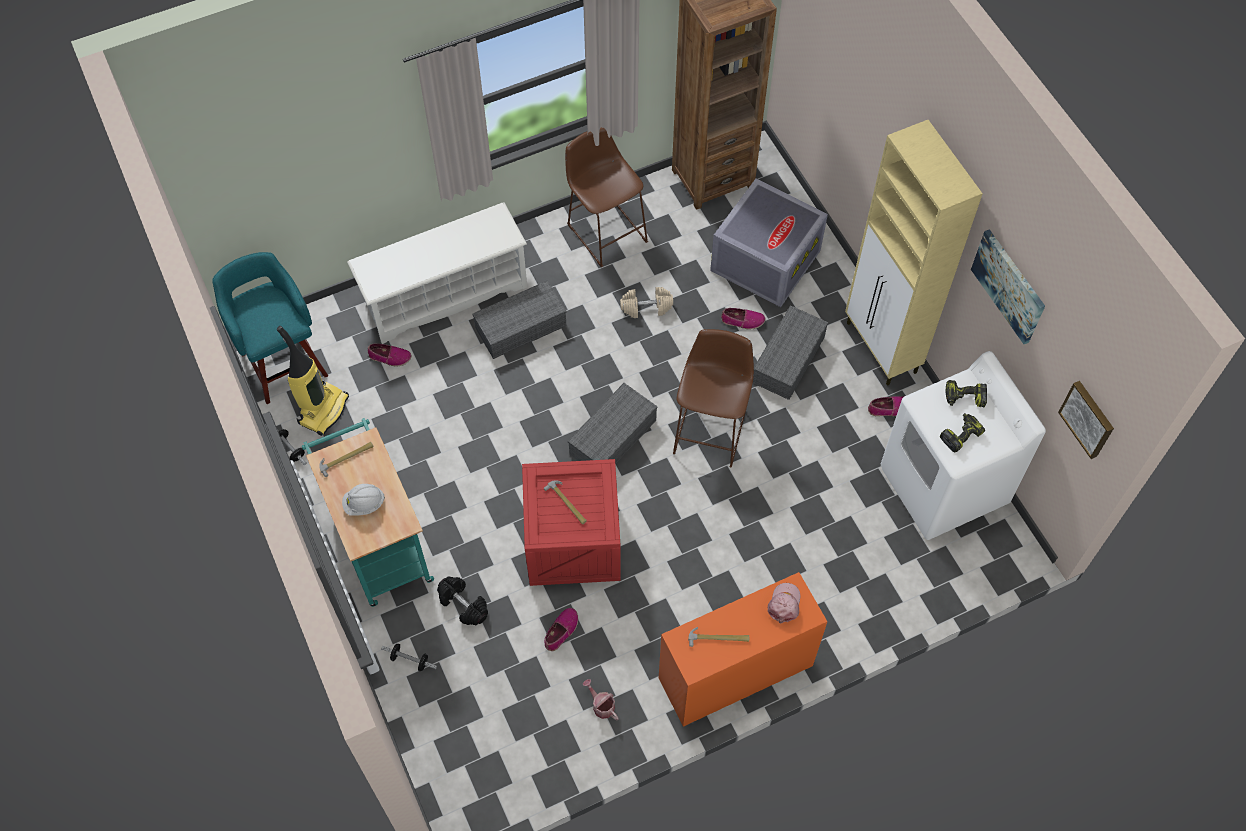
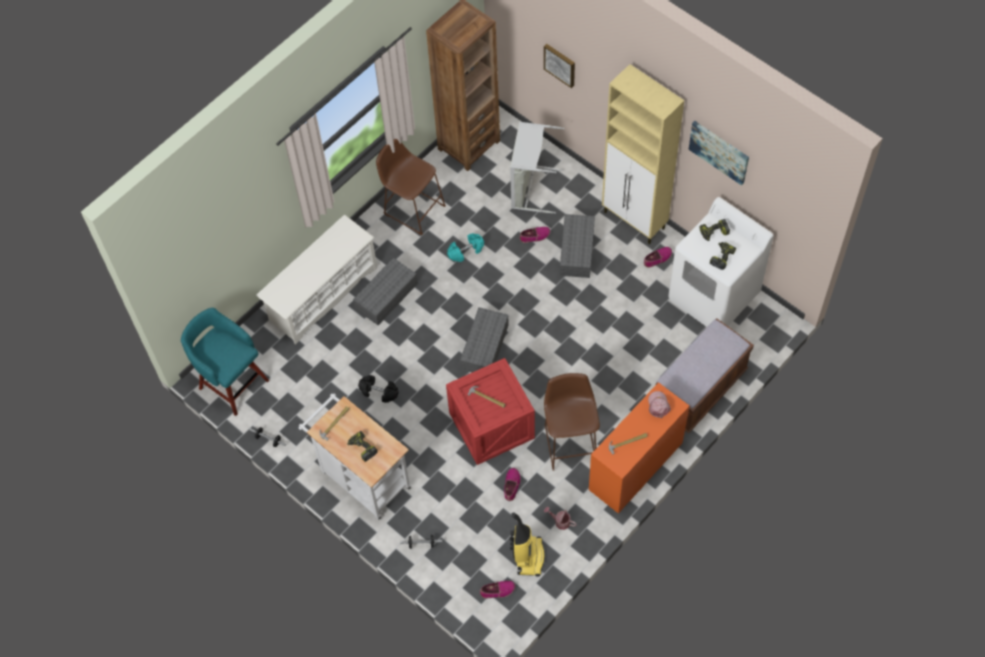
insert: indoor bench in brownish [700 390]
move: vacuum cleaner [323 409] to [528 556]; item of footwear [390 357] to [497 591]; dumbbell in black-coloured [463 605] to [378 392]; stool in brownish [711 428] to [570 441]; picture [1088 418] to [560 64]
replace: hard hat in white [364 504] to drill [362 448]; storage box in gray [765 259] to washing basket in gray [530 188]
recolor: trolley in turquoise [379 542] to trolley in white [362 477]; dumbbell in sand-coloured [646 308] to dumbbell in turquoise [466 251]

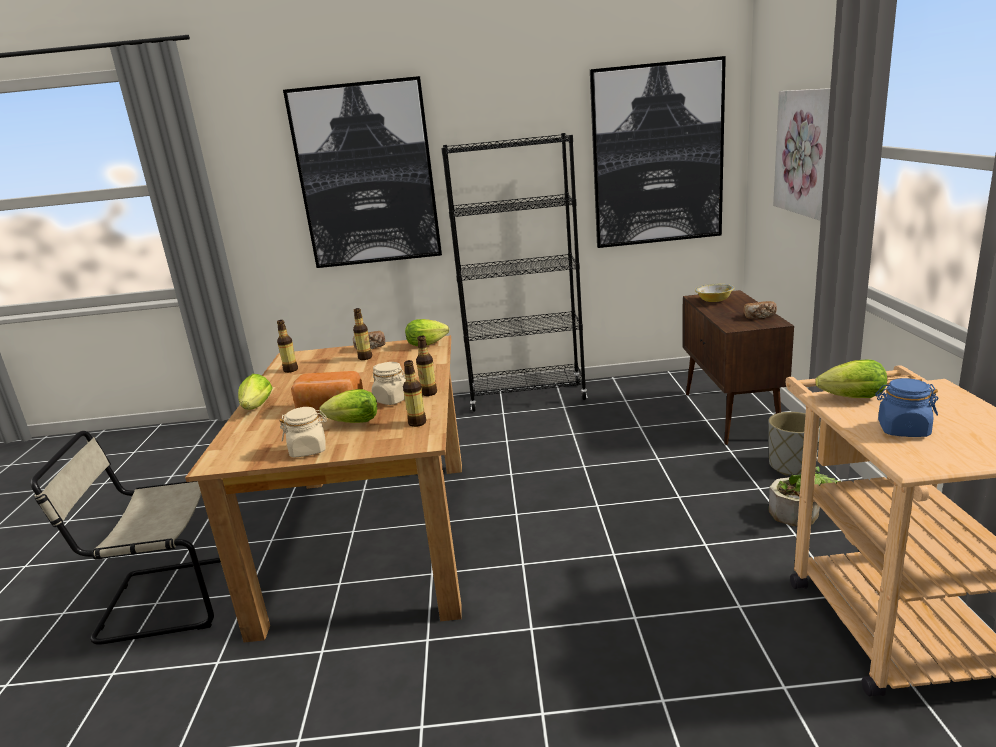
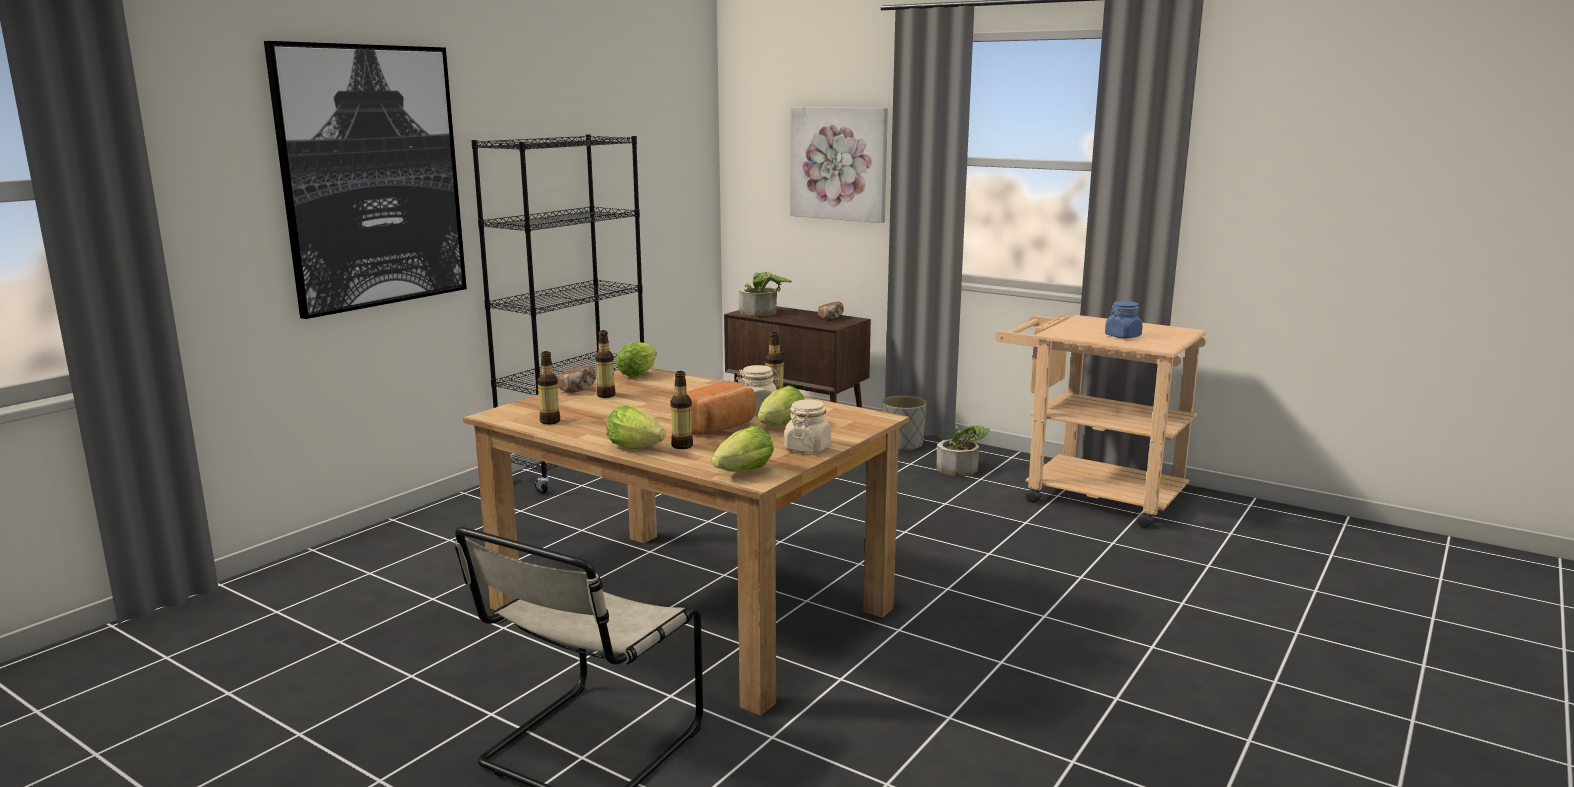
delete: picture [657 155]
move: bottle [417 423] to [682 446]; lettuce [848 398] to [741 473]
replace: bowl [714 300] to potted plant [763 313]

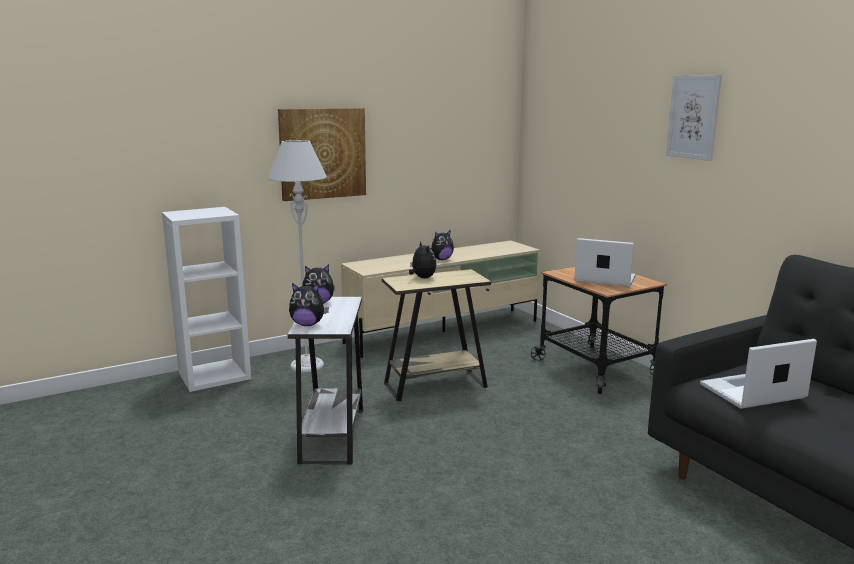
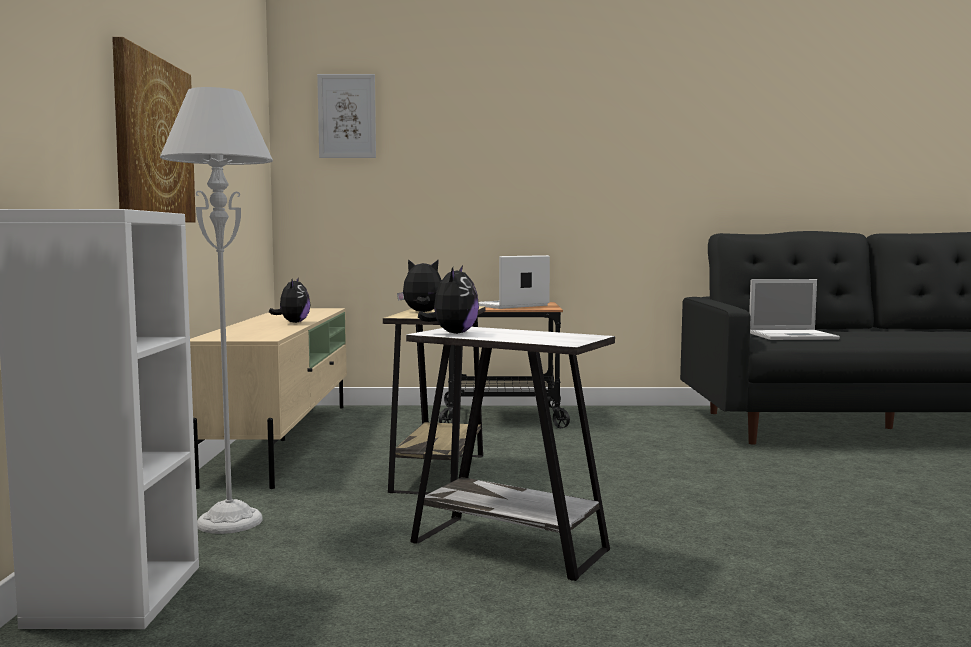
delete: soft toy [308 324]
move: picture [693 117] to [347 116]
rotate: portable computer [751 392] = [794 336] 105 degrees counterclockwise

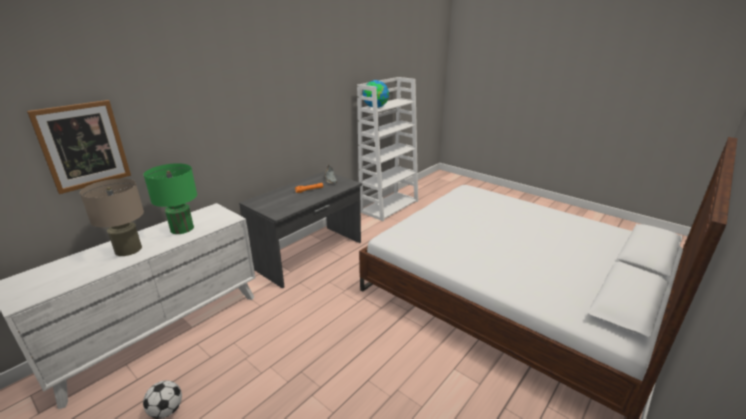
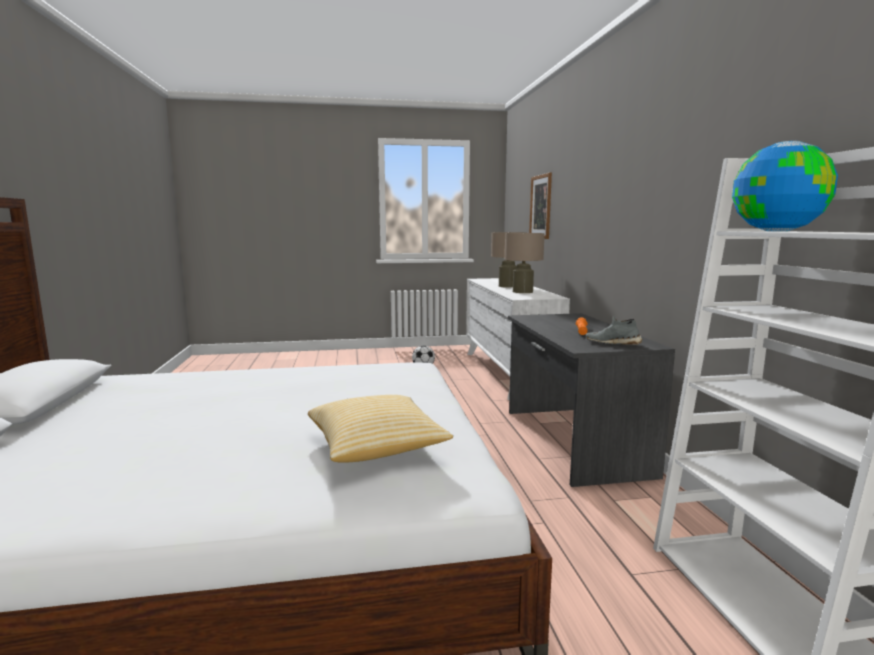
insert: cushion [377 447]
recolor: table lamp in greenish [182 228] to table lamp in sand-coloured [522 291]

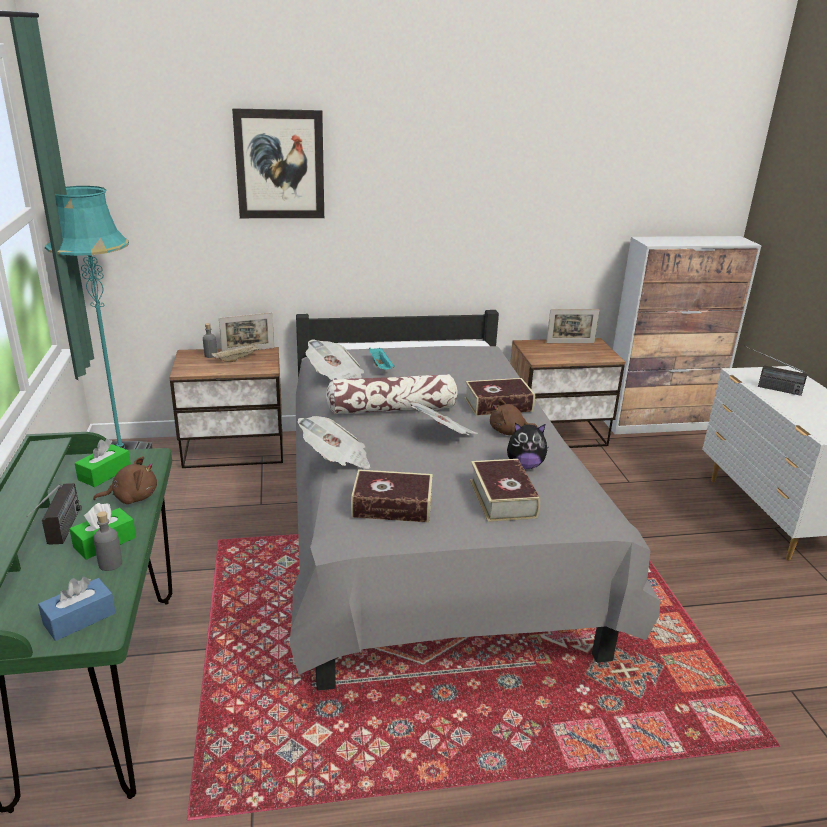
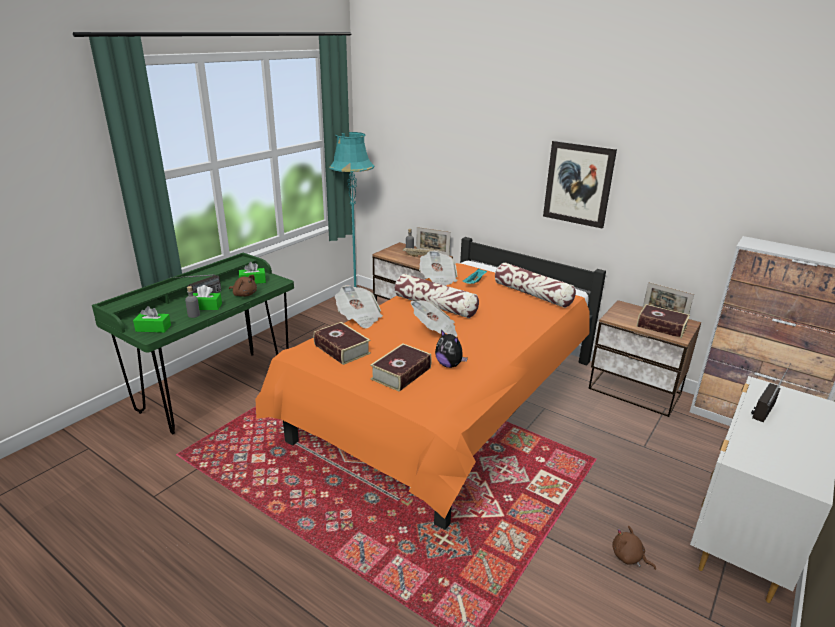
insert: cushion [532 294]
move: picture [280 164] to [578 184]; volume [498 404] to [661 326]; soft toy in brownish [509 432] to [629 557]
recolor: box of tissues in blue-coloured [79 618] to box of tissues in greenish [153 328]; bedroom bed in gray [426 533] to bedroom bed in orange-coloured [447 403]
rotate: radio receiver [767 387] = [765 405] 60 degrees clockwise

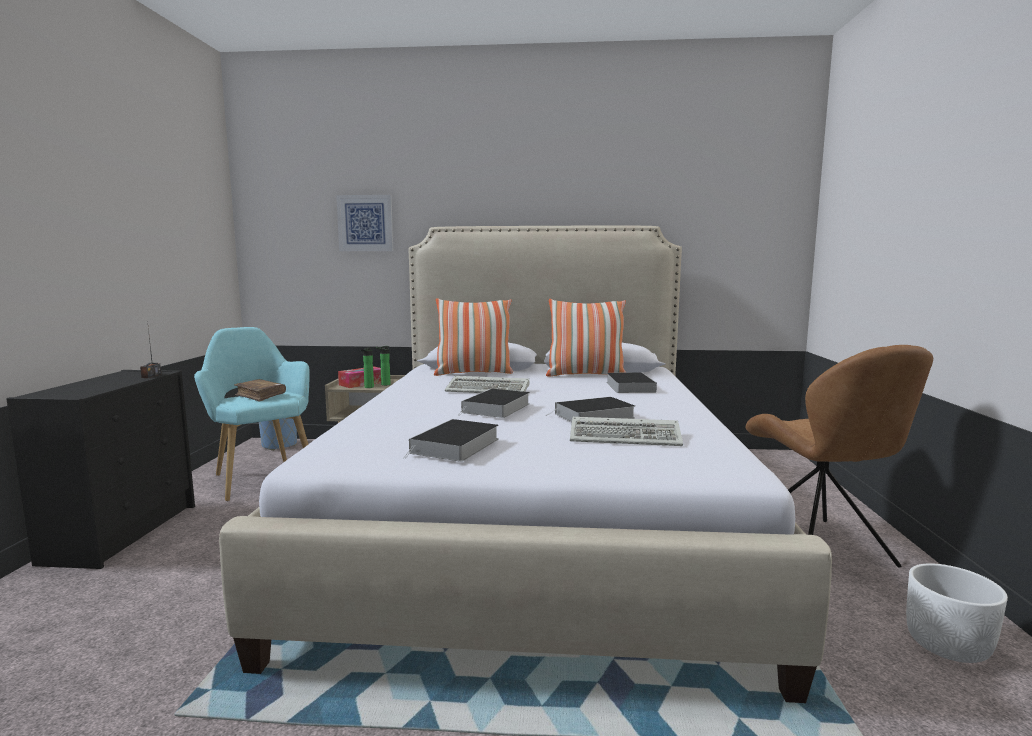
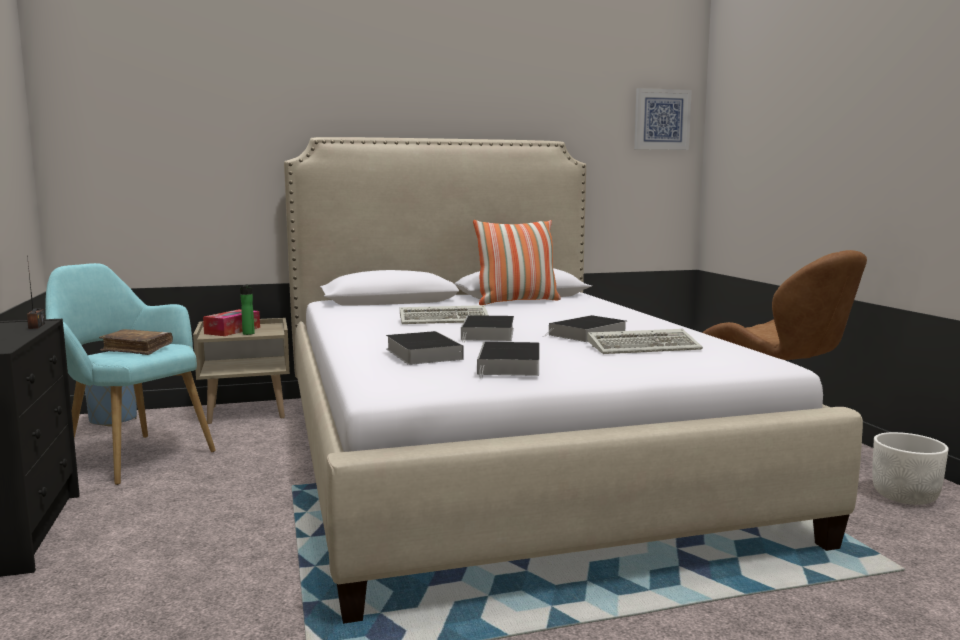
delete: bottle [384 384]; cushion [473 373]
move: picture [365 223] to [661 119]; volume [629 386] to [421 353]

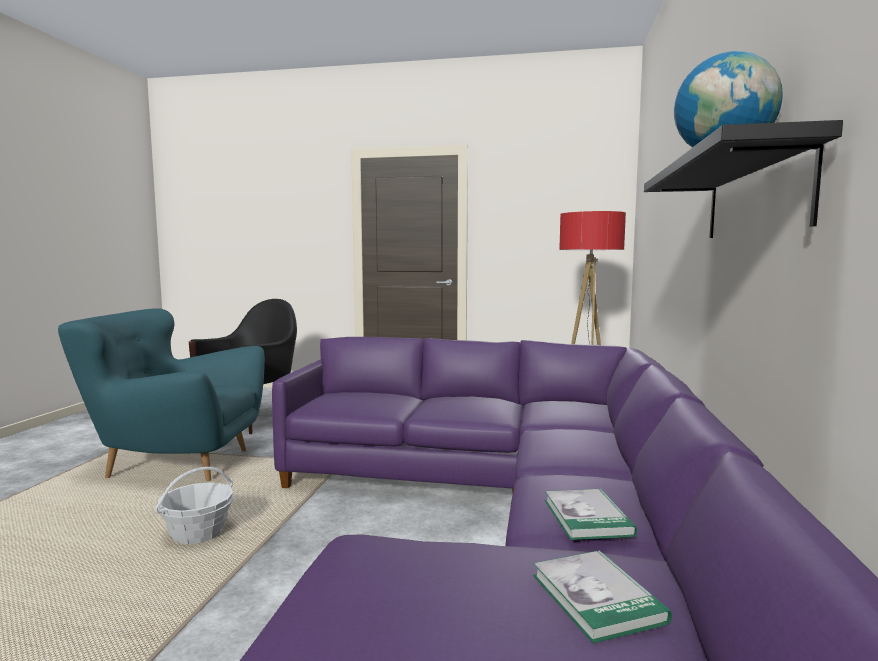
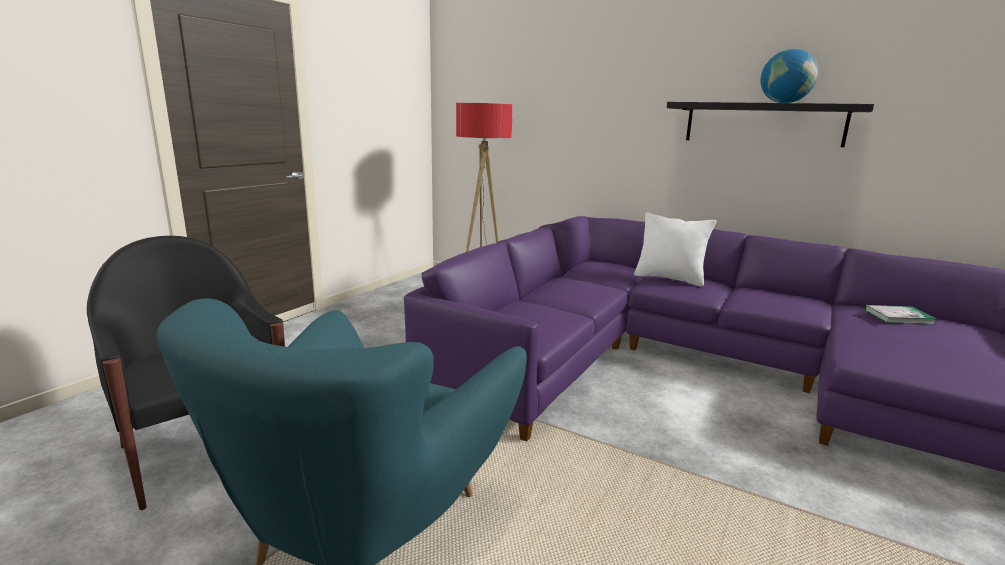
delete: household basket [198 534]; volume [587 517]
insert: cushion in white [669 278]

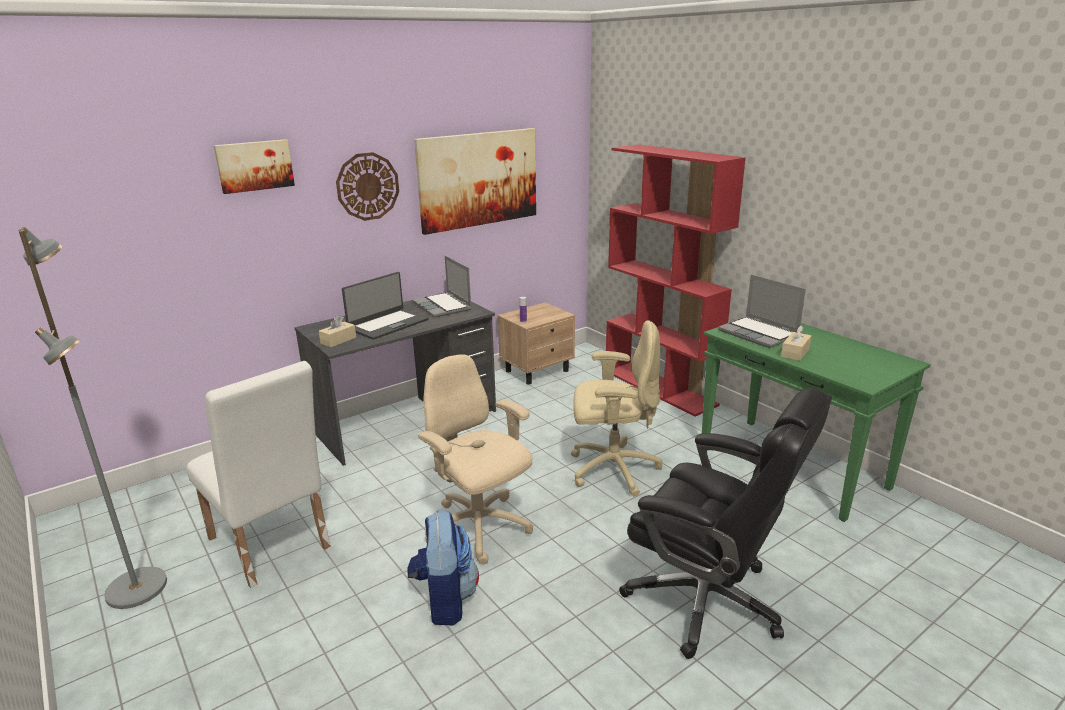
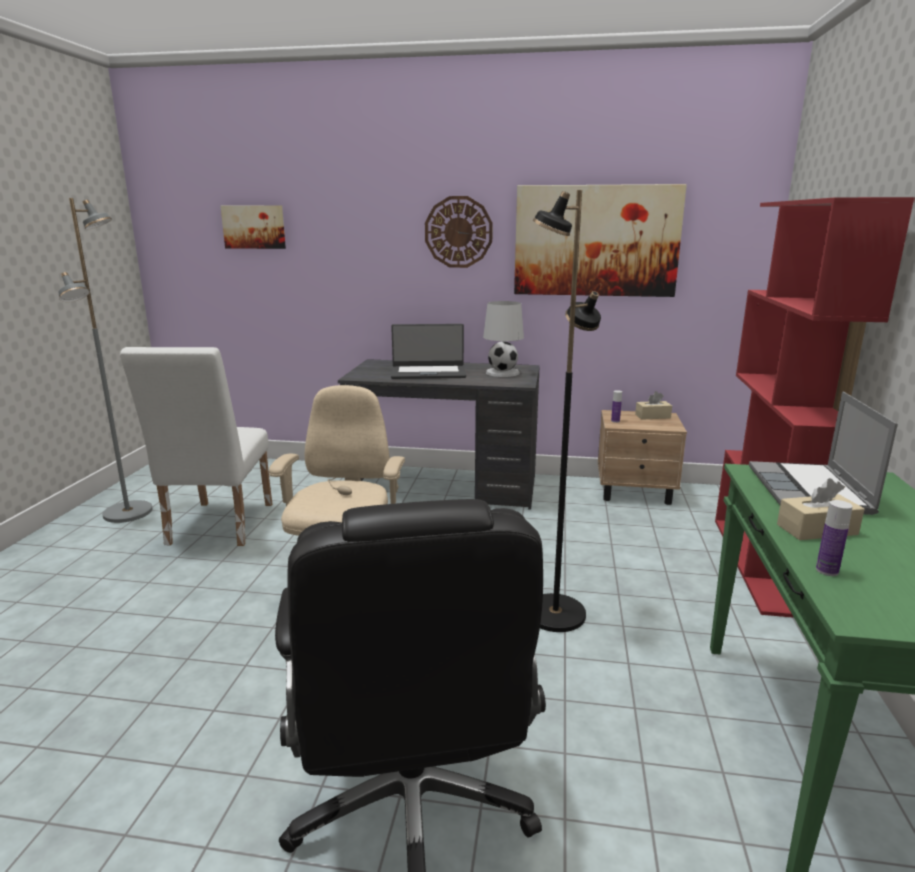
delete: backpack [444 600]
insert: bottle [827 570]
move: picture [254 165] to [254 227]; box of tissues in sand-coloured [338 340] to [652 416]
replace: portable computer [443 306] to table lamp in white [502 373]; office chair in sand-coloured [612 469] to standard lamp in black-coloured [553 613]

